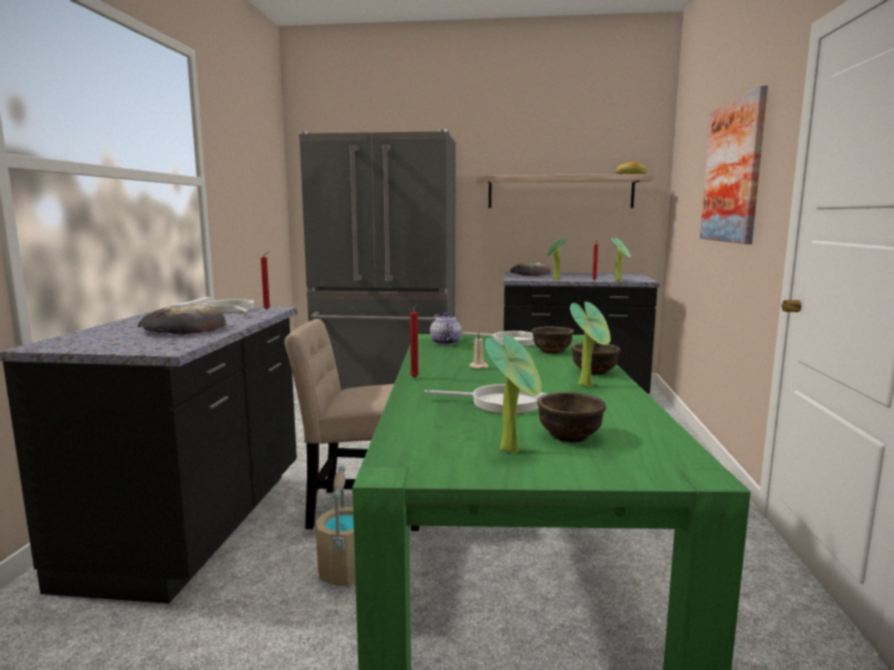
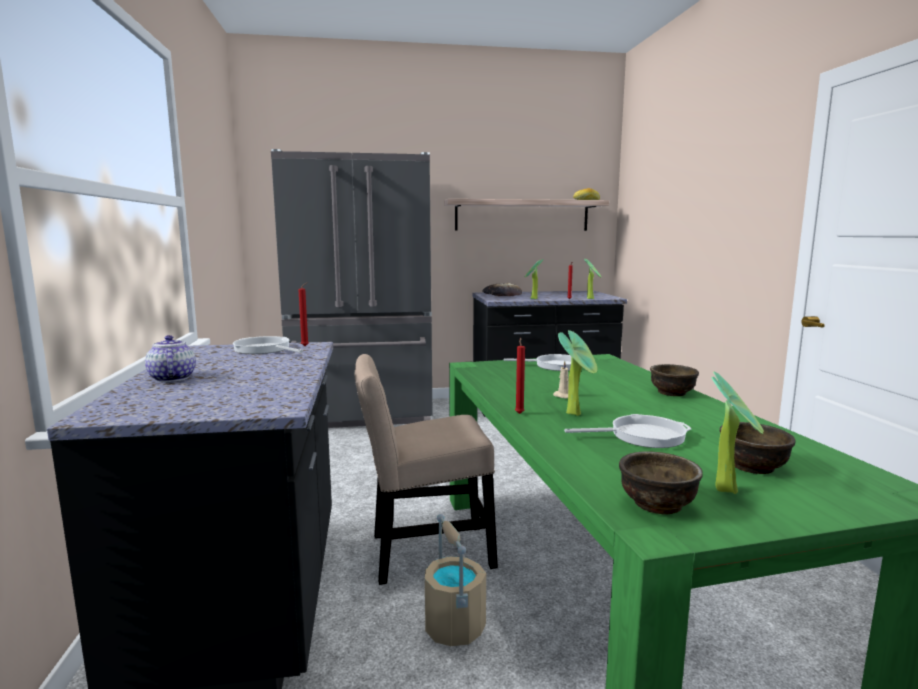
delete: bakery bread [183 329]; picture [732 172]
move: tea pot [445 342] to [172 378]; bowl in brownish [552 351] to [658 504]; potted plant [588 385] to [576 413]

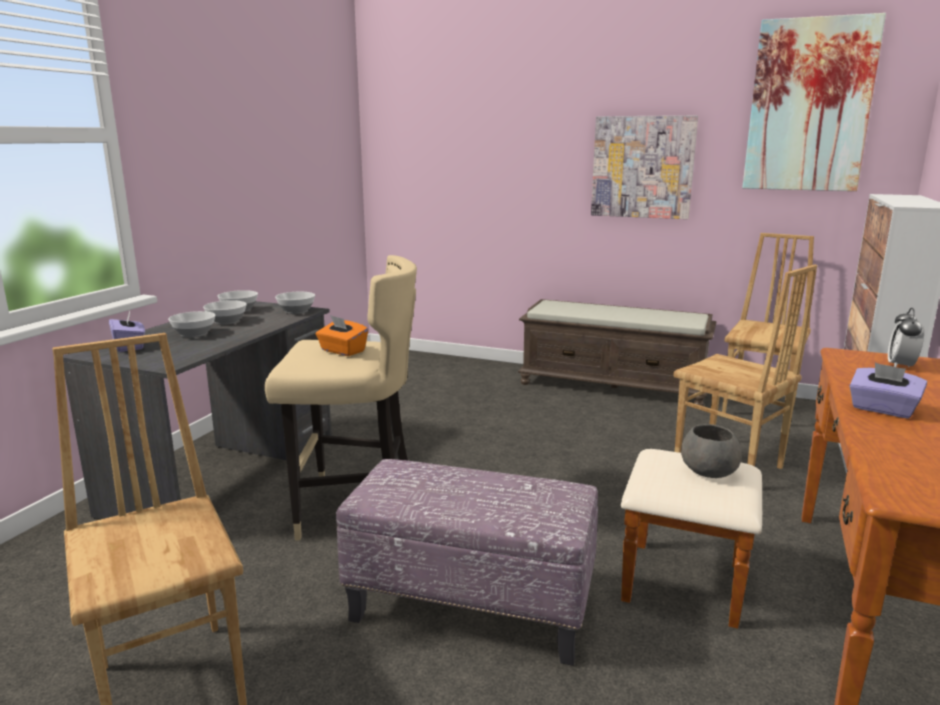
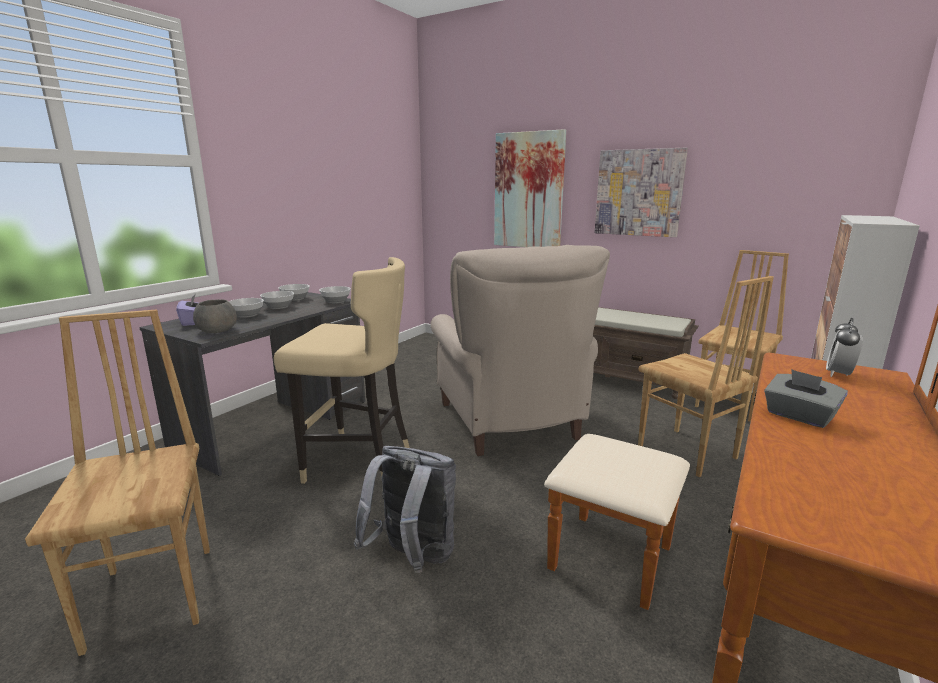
delete: box of tissues in orange-coloured [342 351]
insert: lounge chair in sand-coloured [509 423]
move: bowl in gray [709 471] to [217 330]; picture [809 106] to [528 191]
replace: pouffe [469 607] to backpack in gray [413 558]
recolor: box of tissues in purple [882 409] to box of tissues in gray [799 416]

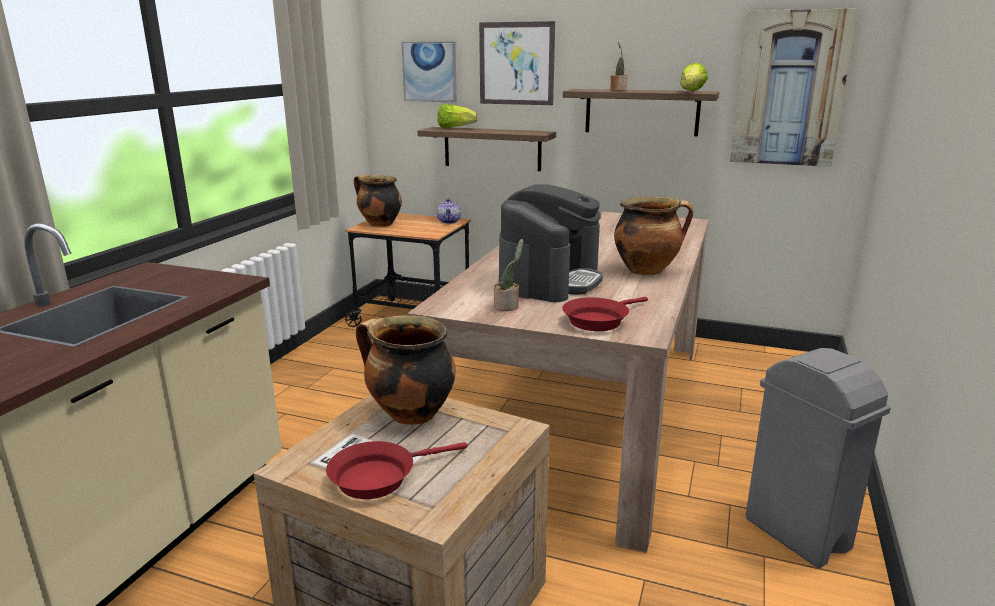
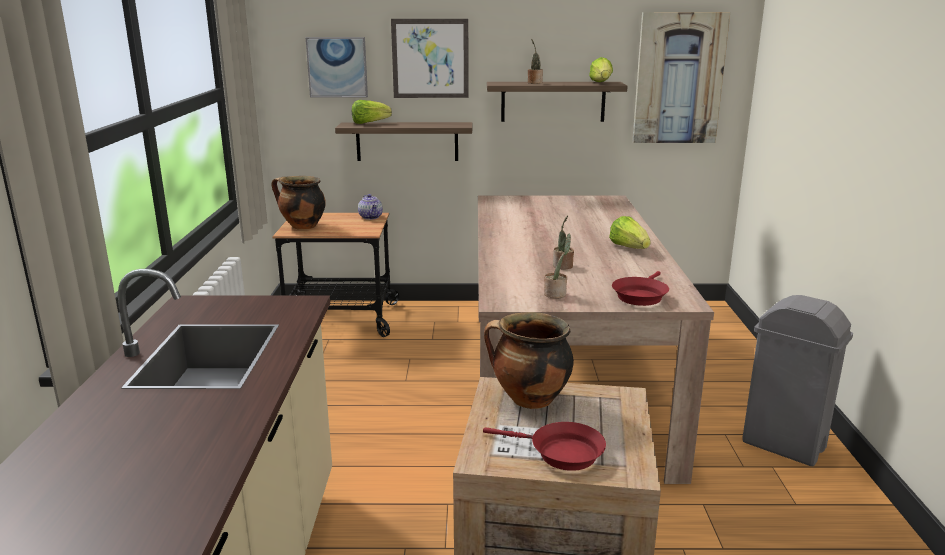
replace: coffee brewer [550 280] to potted plant [563 266]; stockpot [647 270] to lettuce [629 248]
rotate: pan in reddish [379 477] = [560 453] 105 degrees counterclockwise

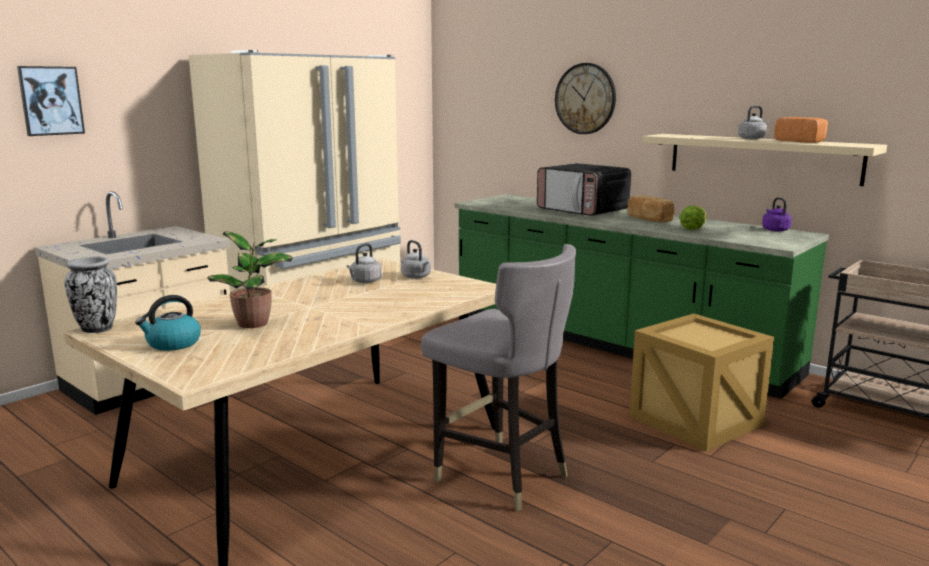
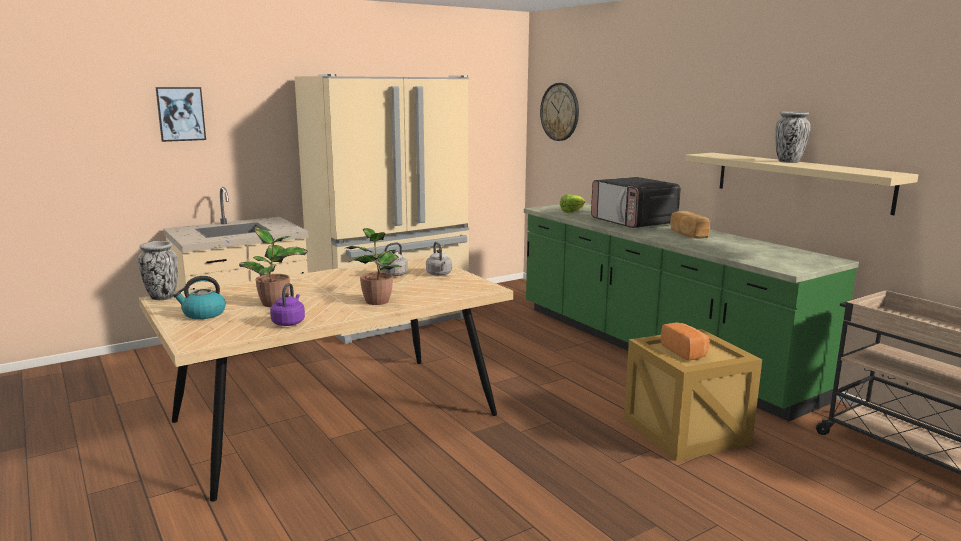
delete: upright chair in gray [501 476]
insert: potted plant [376 301]
move: clock on the wall [585 98] to [560 112]; lettuce [693 228] to [572 212]; water kettle in purple [774 230] to [289 322]; bakery bread [801 141] to [685 352]
replace: water kettle in gray [752 138] to flower vase [788 161]

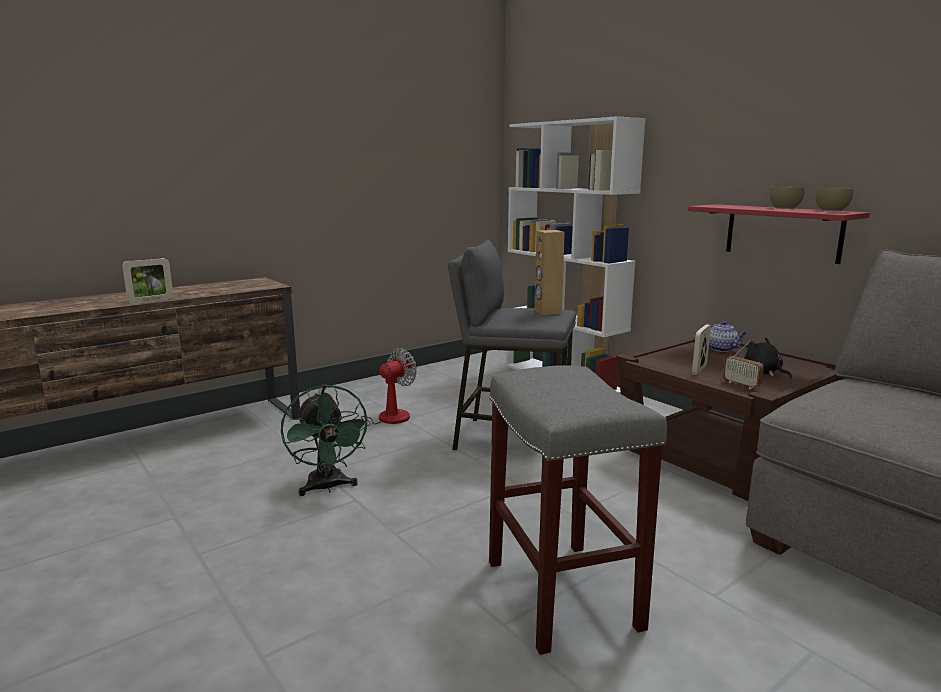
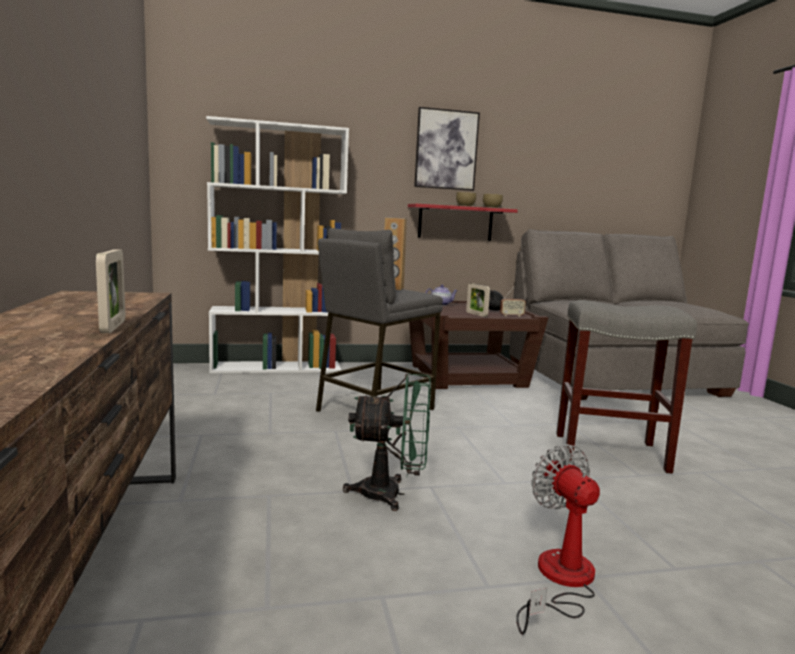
insert: picture [446 150]
move: cooling fan [382 417] to [560 581]

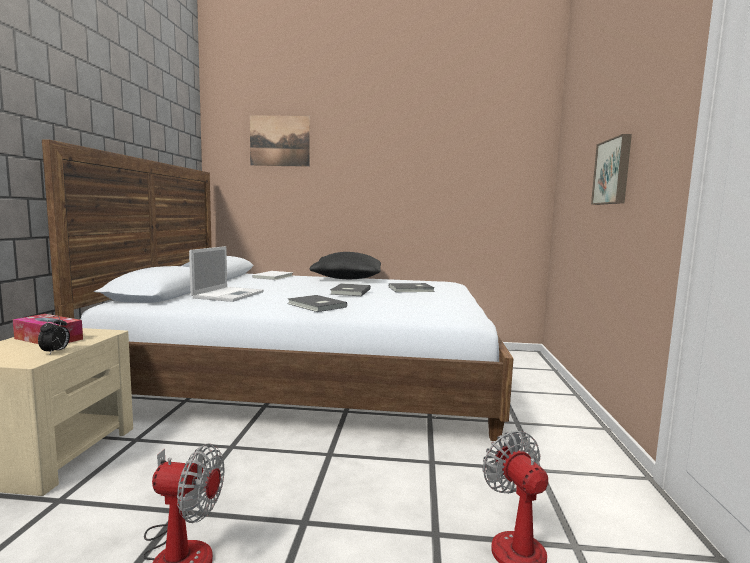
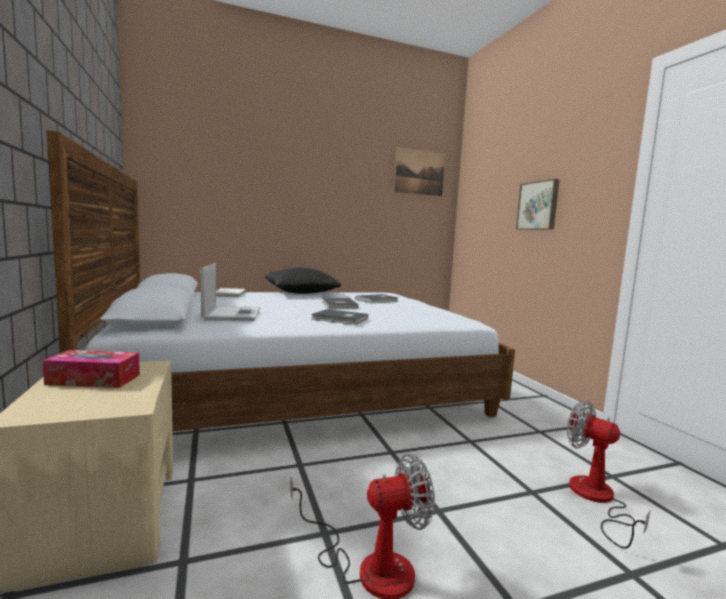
delete: table clock [55 352]
move: picture [279 141] to [419 172]

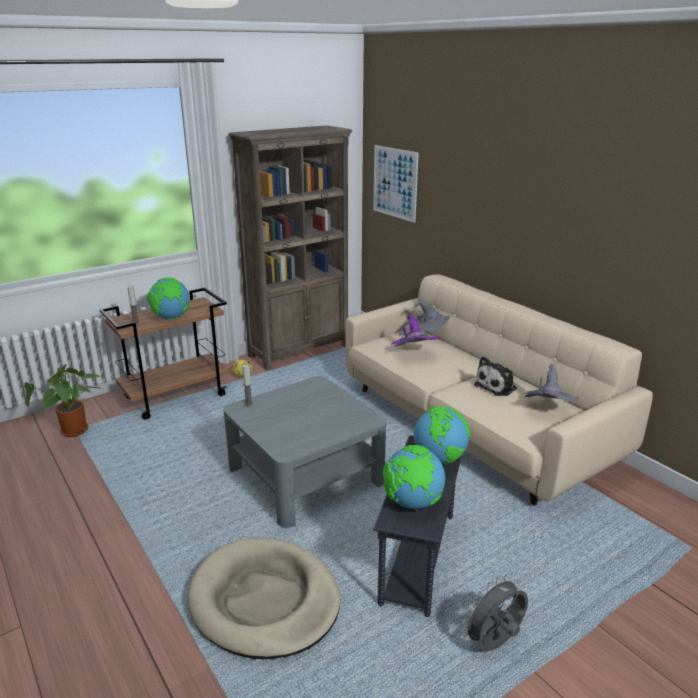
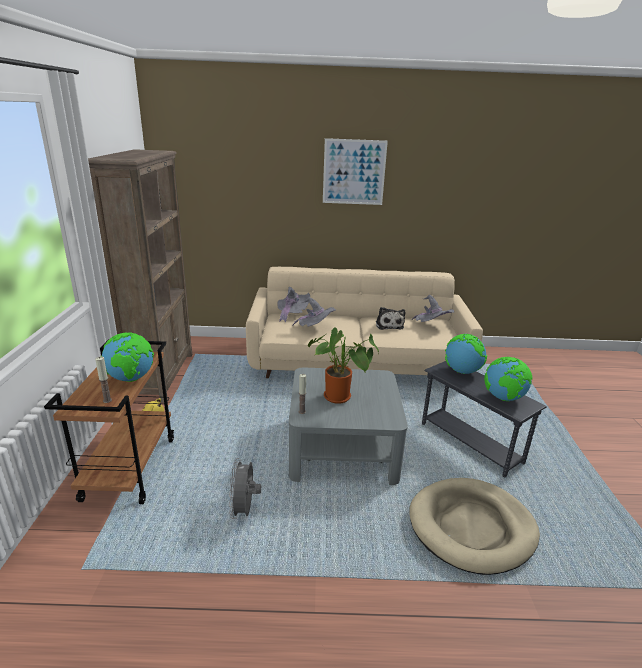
move: potted plant [75 432] to [340 397]; picture [395 183] to [354 172]; cooling fan in gray [494 644] to [244 510]
recolor: wearable hat in purple [413 354] to wearable hat in gray [315 328]

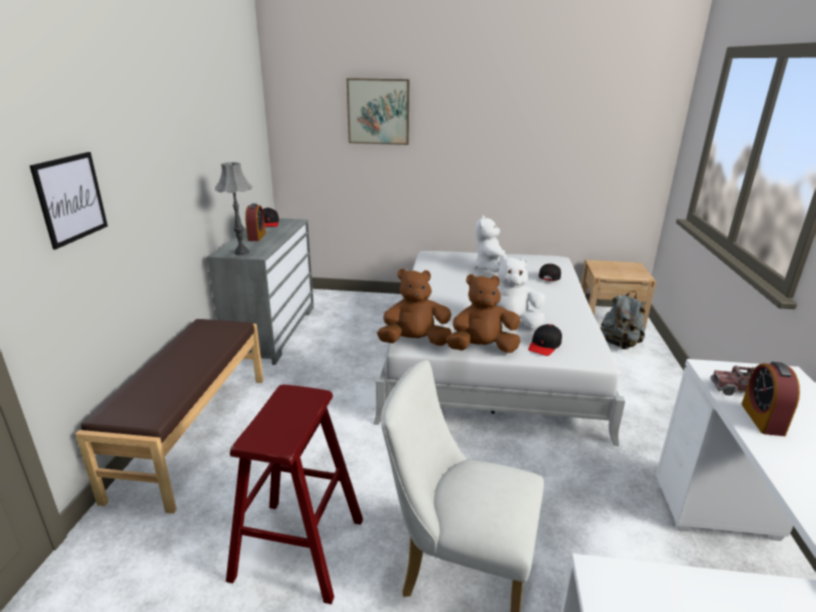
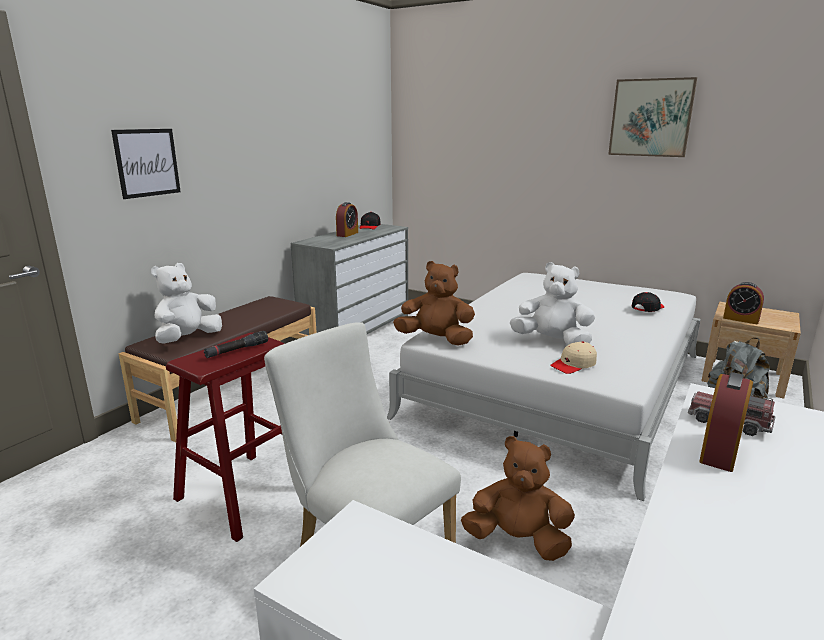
delete: table lamp in gray [241 252]
insert: torch in black-coloured [237 350]; table clock [741 319]
move: picture [378 111] to [651 118]; soft toy in brownish [482 349] to [518 540]; soft toy in white [491 269] to [188 339]
recolor: cap in black-coloured [544 345] to cap in sand-coloured [573 365]

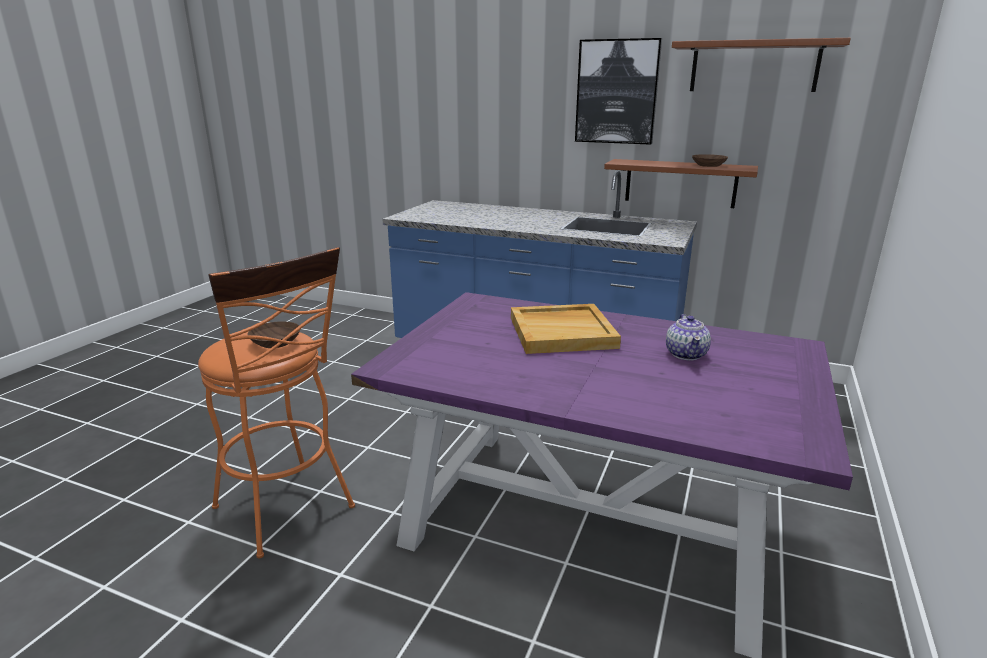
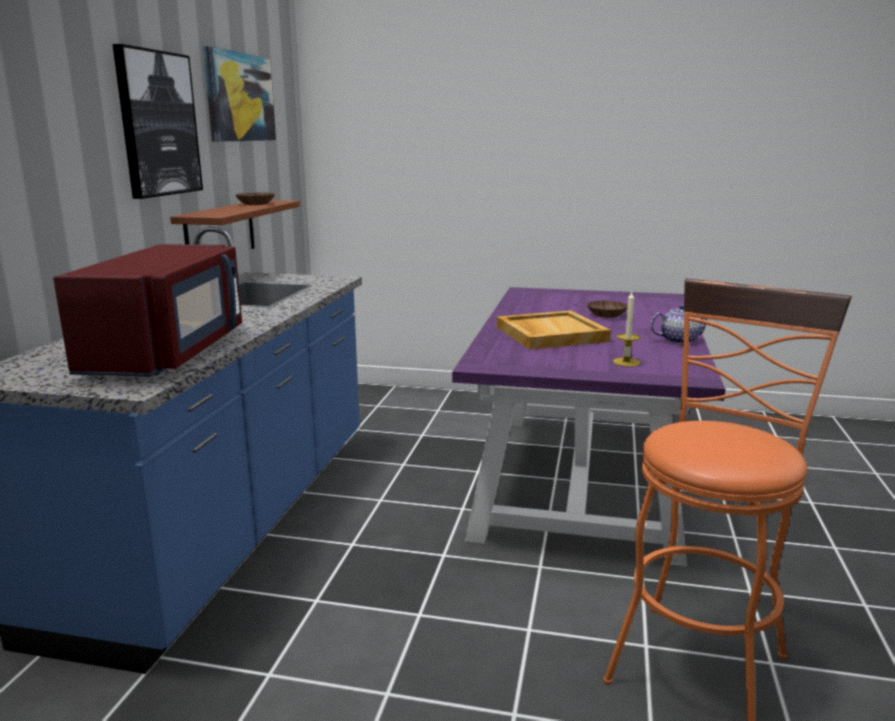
insert: microwave in reddish [169 353]; candle [626 362]
move: bowl in brownish [274 342] to [607 315]; tea pot [686 354] to [678 340]
replace: bracket shelf in brownish [754 67] to picture [239 97]

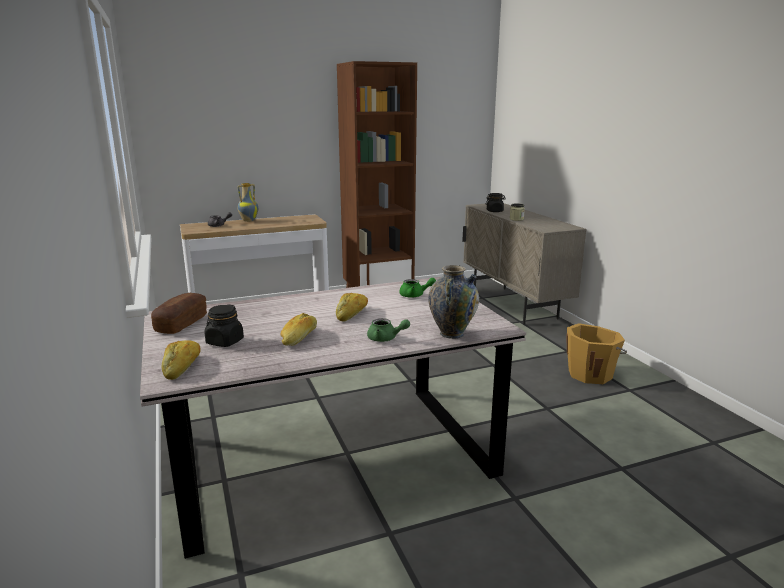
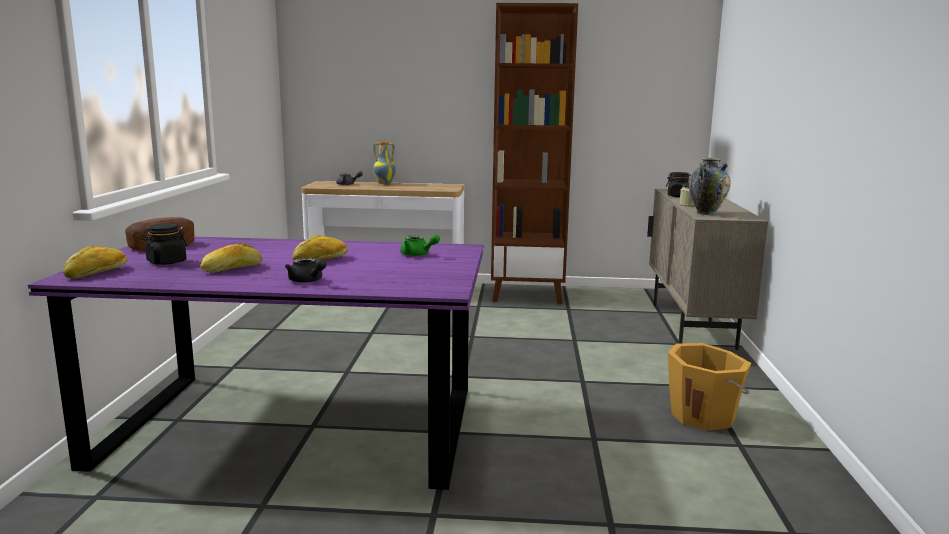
move: flower vase [452 333] to [706 213]
recolor: kitchen table in gray [332 456] to kitchen table in purple [294 424]; tea pot in greenish [386 339] to tea pot in black-coloured [307 281]

